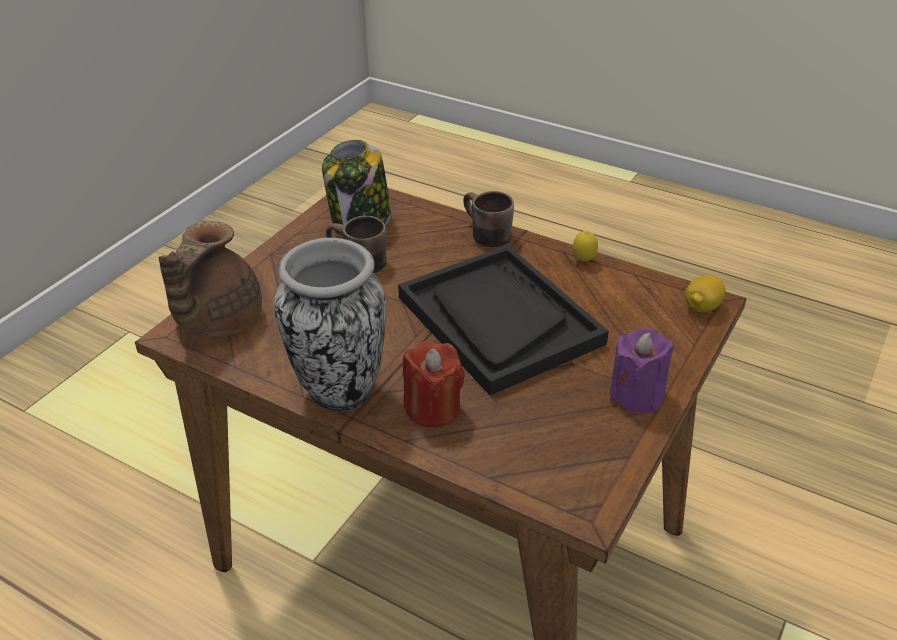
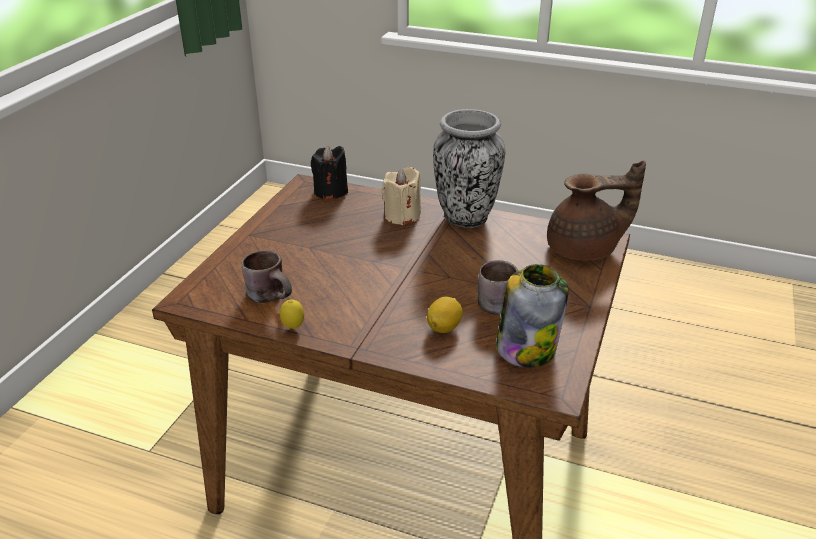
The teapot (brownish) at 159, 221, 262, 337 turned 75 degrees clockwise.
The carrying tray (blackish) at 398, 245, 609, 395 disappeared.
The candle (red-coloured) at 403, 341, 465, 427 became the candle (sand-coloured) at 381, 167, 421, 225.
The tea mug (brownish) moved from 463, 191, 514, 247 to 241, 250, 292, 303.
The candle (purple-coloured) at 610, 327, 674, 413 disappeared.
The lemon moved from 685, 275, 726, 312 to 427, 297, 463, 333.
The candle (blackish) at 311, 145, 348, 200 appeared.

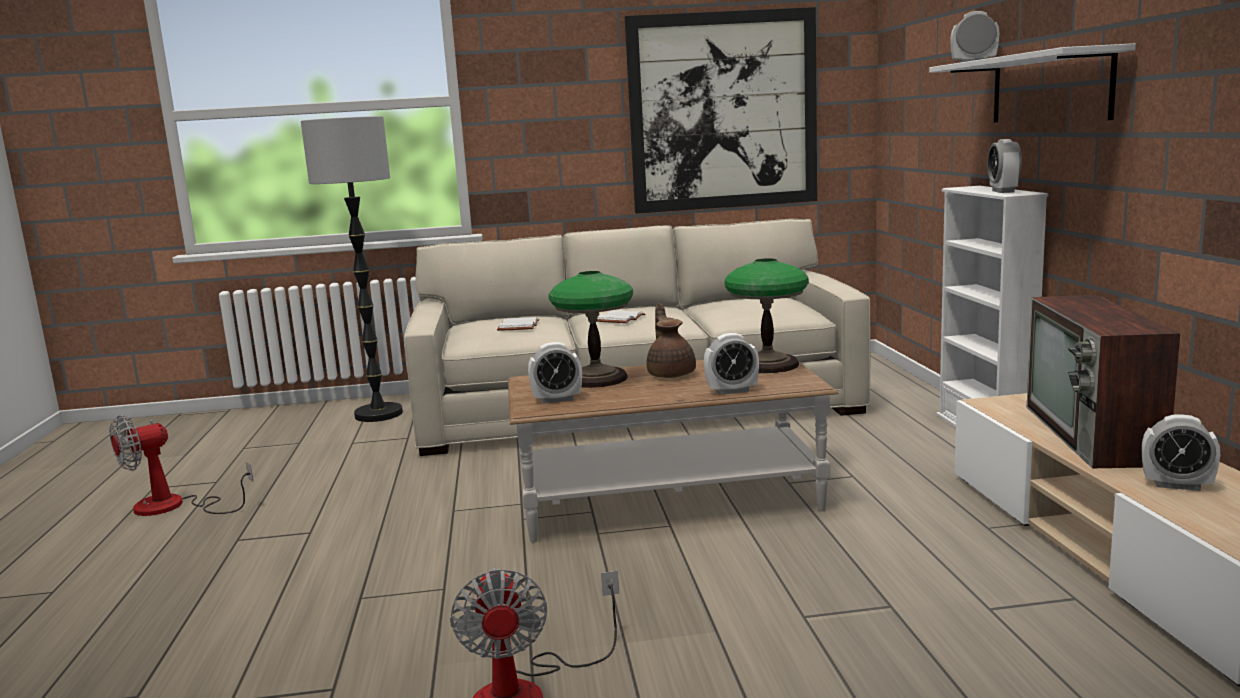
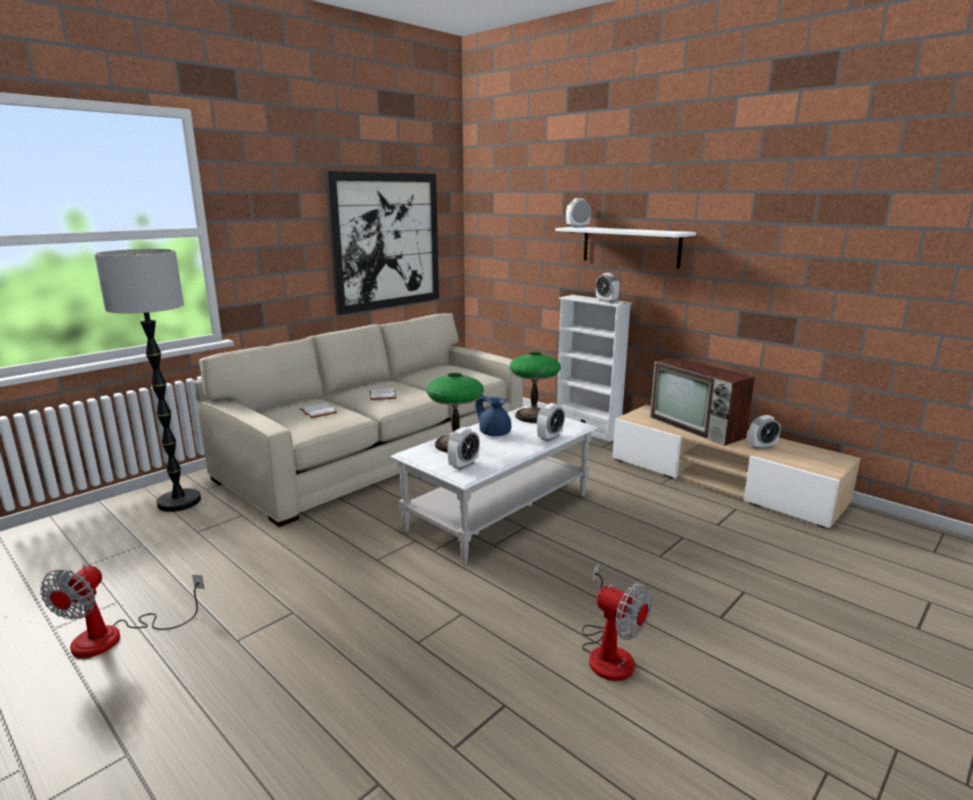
The lounge table (brownish) at 508, 353, 839, 543 became the lounge table (white) at 391, 406, 597, 564.
The teapot (brownish) at 647, 303, 696, 378 became the teapot (bluish) at 475, 394, 511, 436.

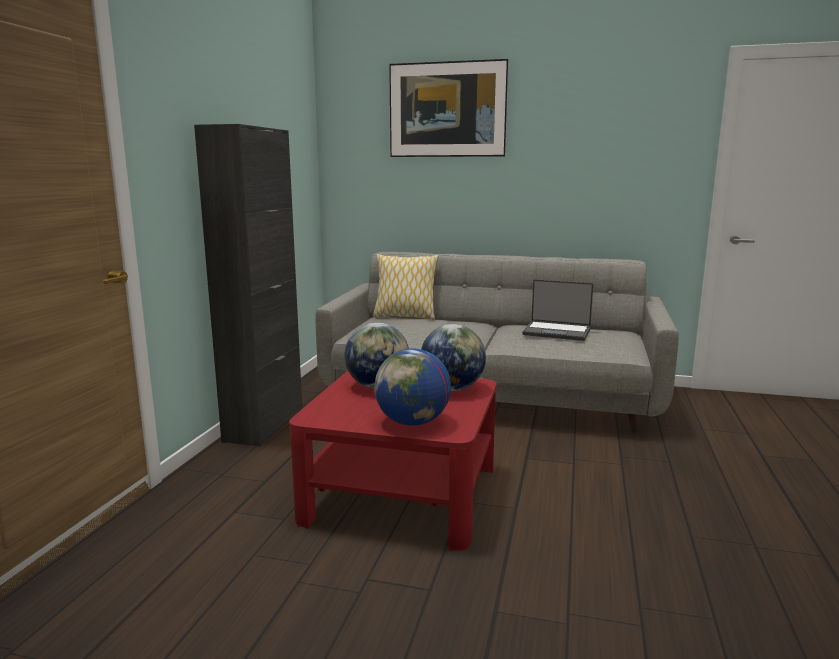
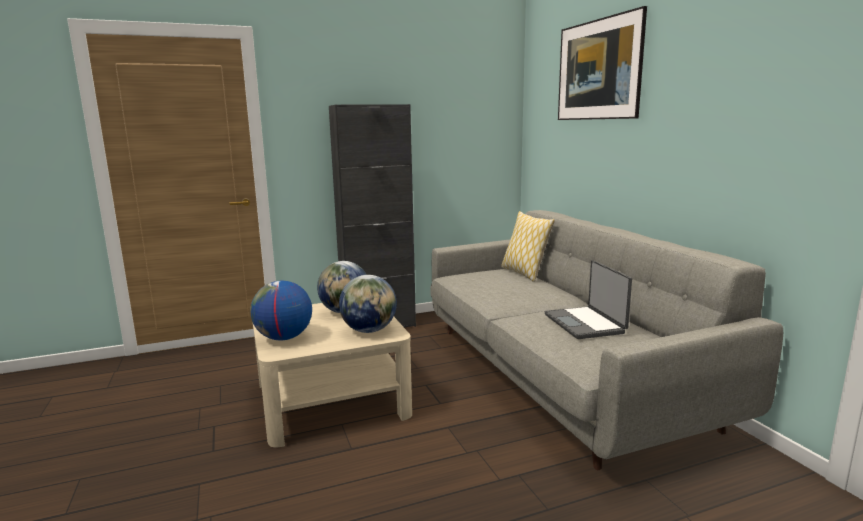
The lounge table (red-coloured) at 289, 371, 497, 550 became the lounge table (sand-coloured) at 252, 303, 412, 447.

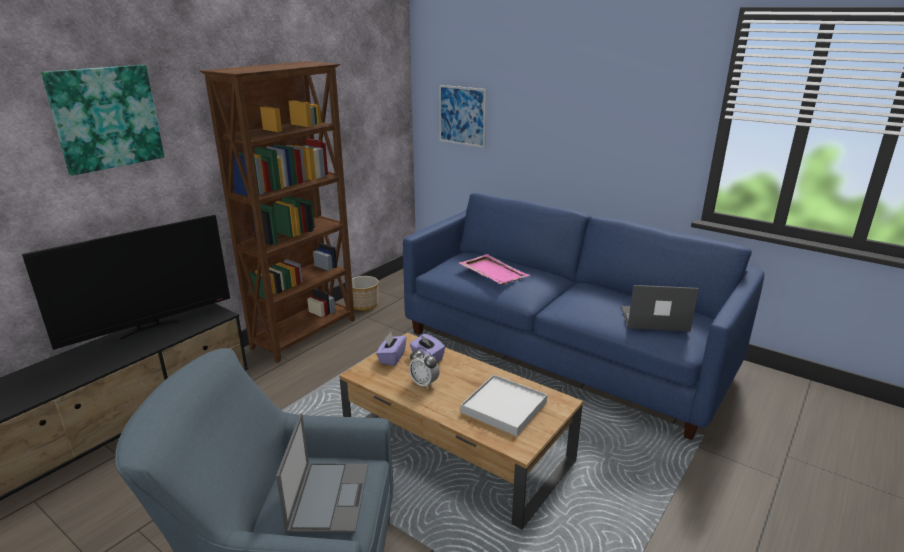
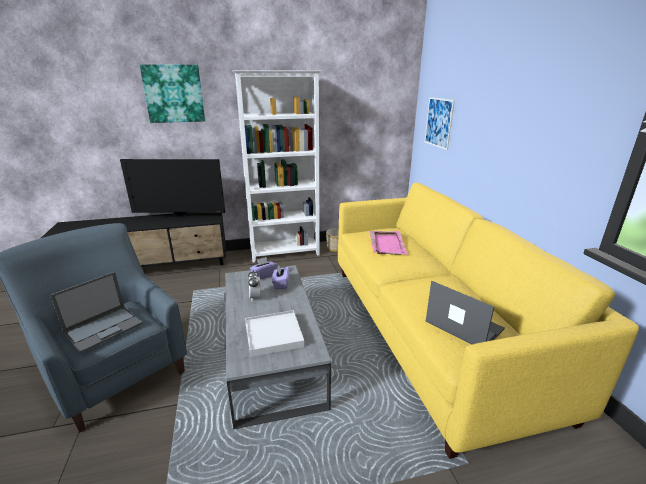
The shelving unit (brownish) at 200, 61, 355, 363 became the shelving unit (white) at 232, 71, 322, 263.
The lounge table (brownish) at 339, 333, 583, 529 became the lounge table (grey) at 225, 265, 331, 429.
The couch (bluish) at 403, 193, 765, 440 became the couch (yellow) at 338, 183, 639, 459.

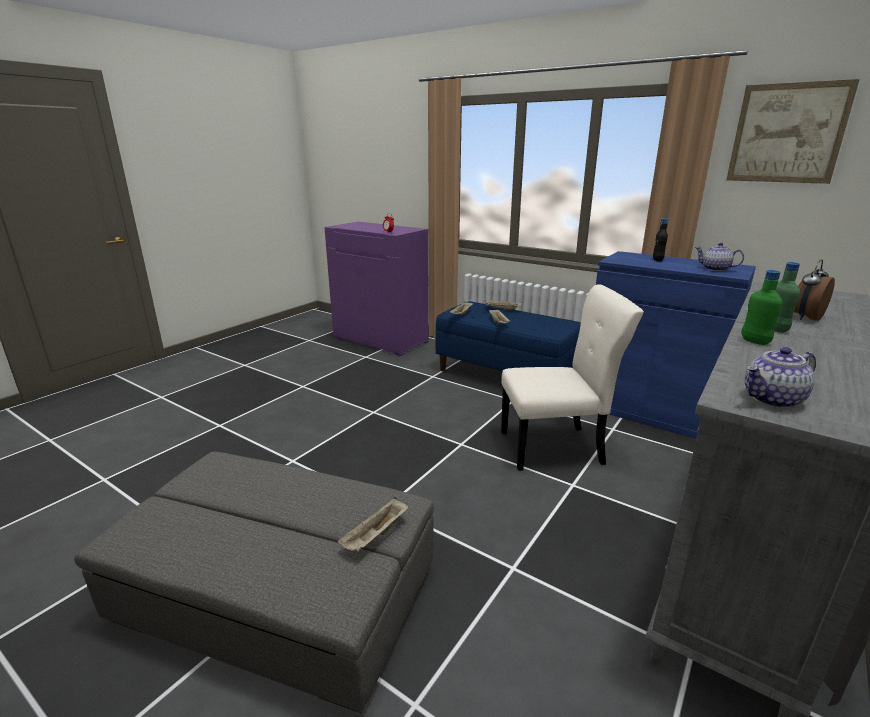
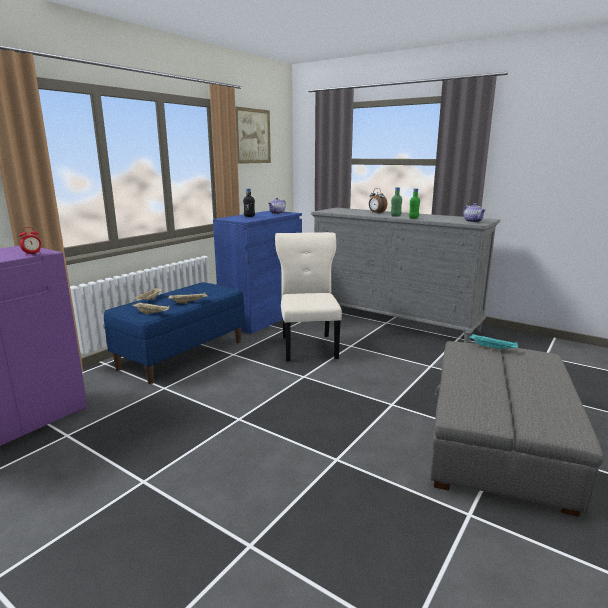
The carrying tray (sand-coloured) at 338, 497, 409, 552 became the carrying tray (blue-green) at 469, 334, 518, 349.

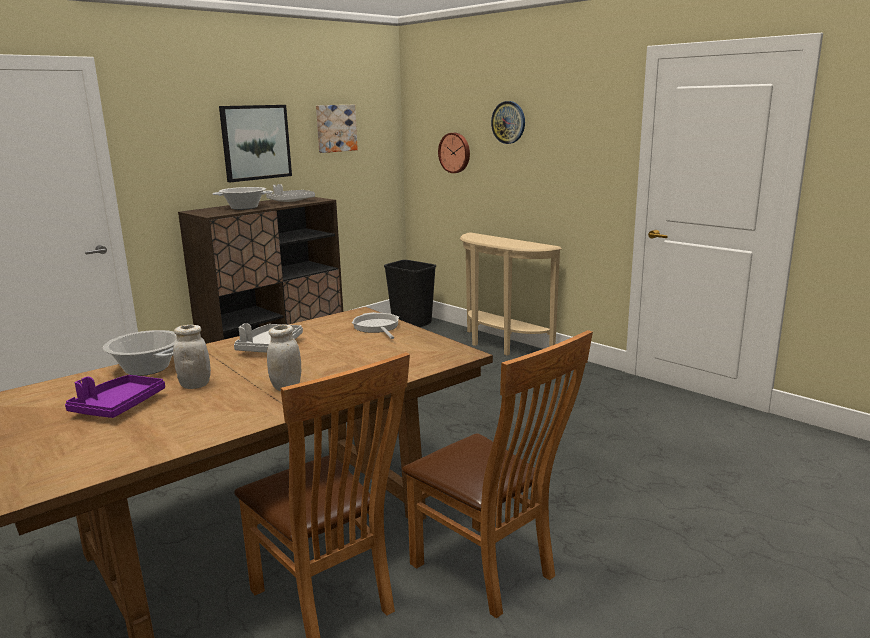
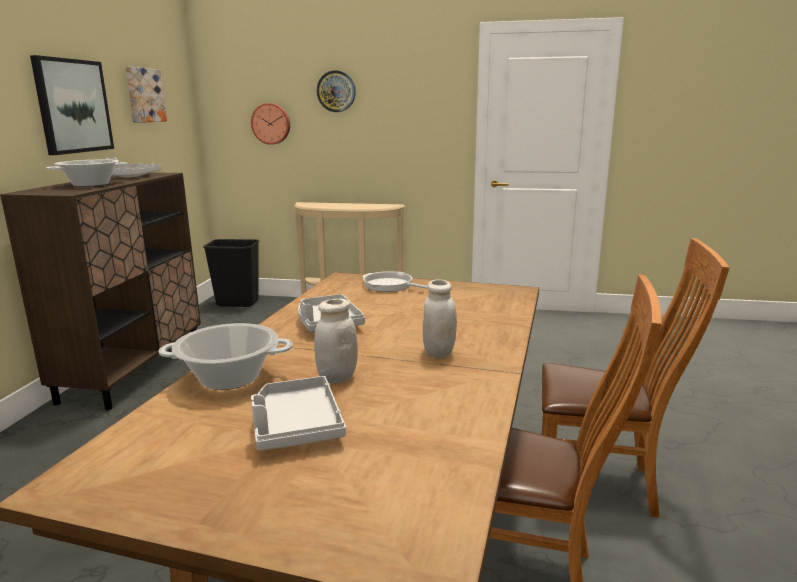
The carrying tray (purple-coloured) at 65, 375, 165, 418 became the carrying tray (grey) at 251, 376, 346, 451.

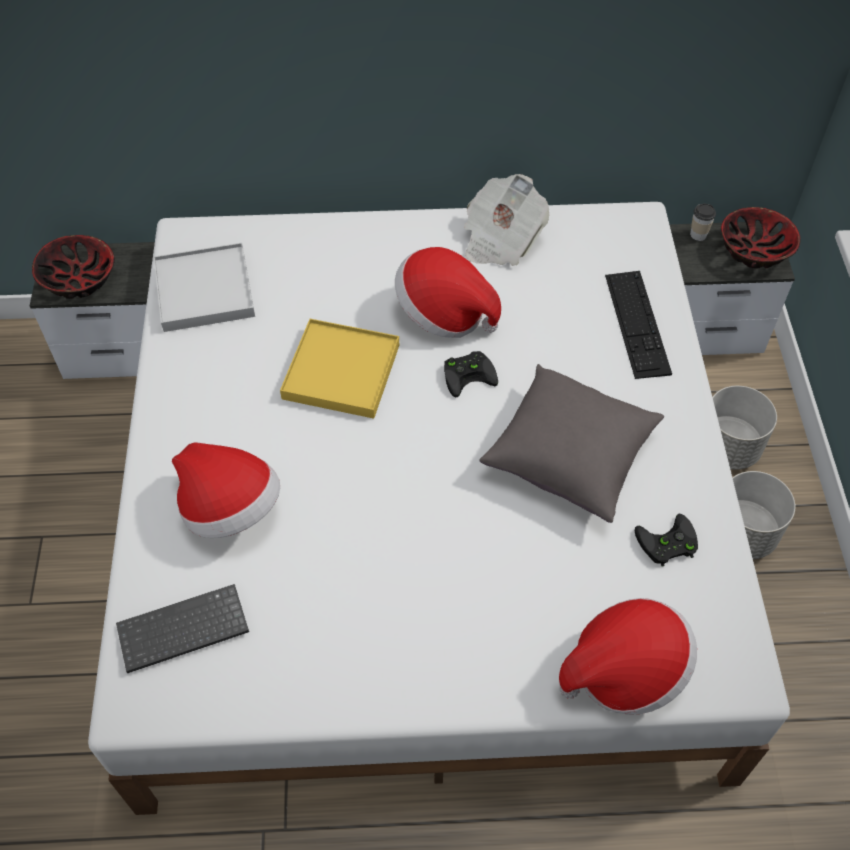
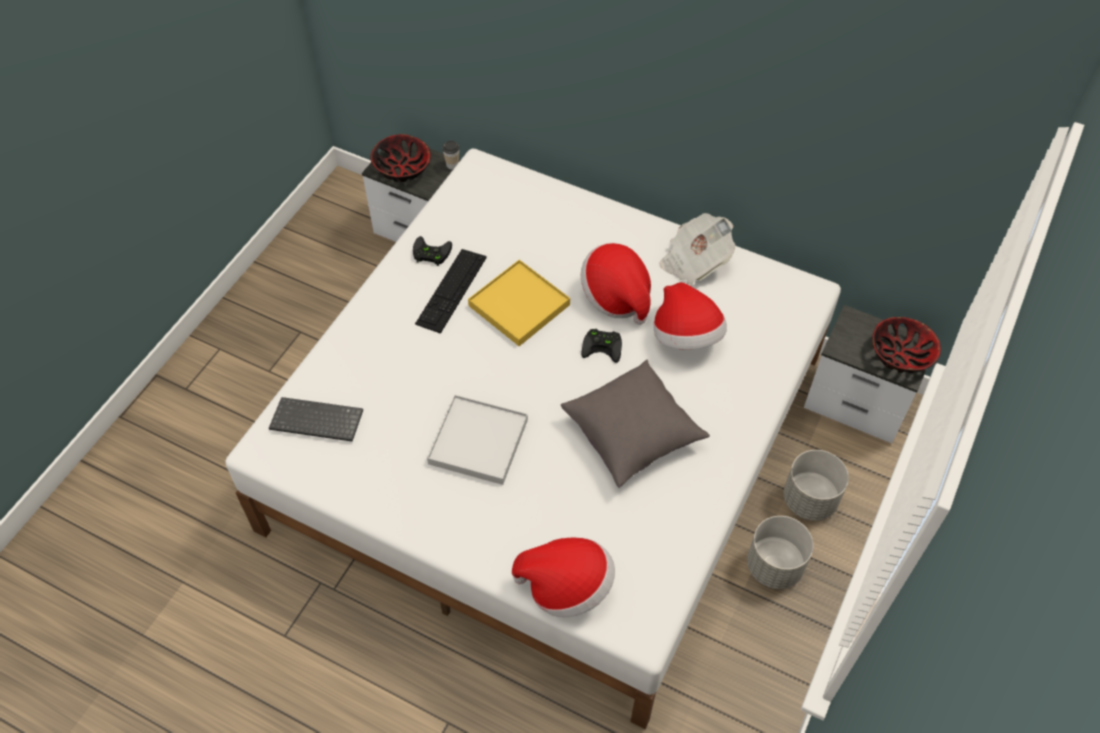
The carrying tray (white) moved from 154, 243, 255, 332 to 427, 395, 528, 485.
The hat moved from 172, 442, 280, 538 to 654, 282, 727, 350.
The PC keyboard moved from 605, 271, 672, 379 to 415, 249, 487, 334.
The gamepad (blackish) moved from 635, 514, 698, 566 to 413, 236, 452, 266.
The small cup moved from 690, 204, 716, 241 to 442, 141, 459, 169.

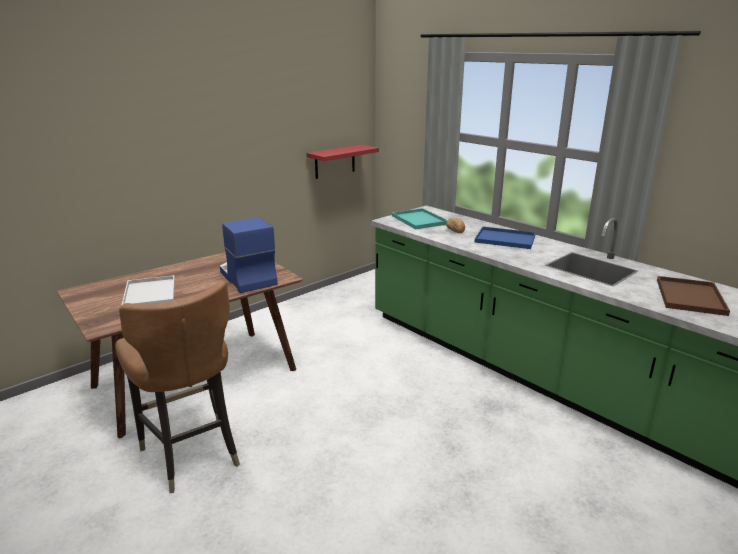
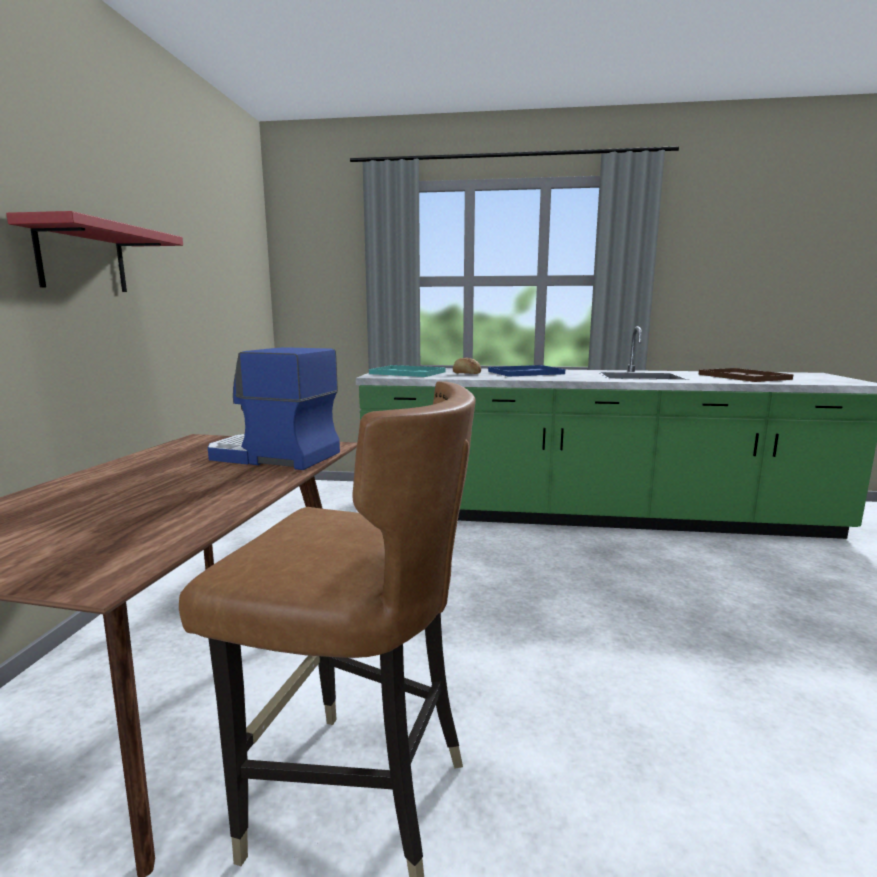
The carrying tray (white) at 121, 275, 175, 306 disappeared.
The shelf (red-coloured) moved from 307, 144, 379, 179 to 6, 211, 183, 292.

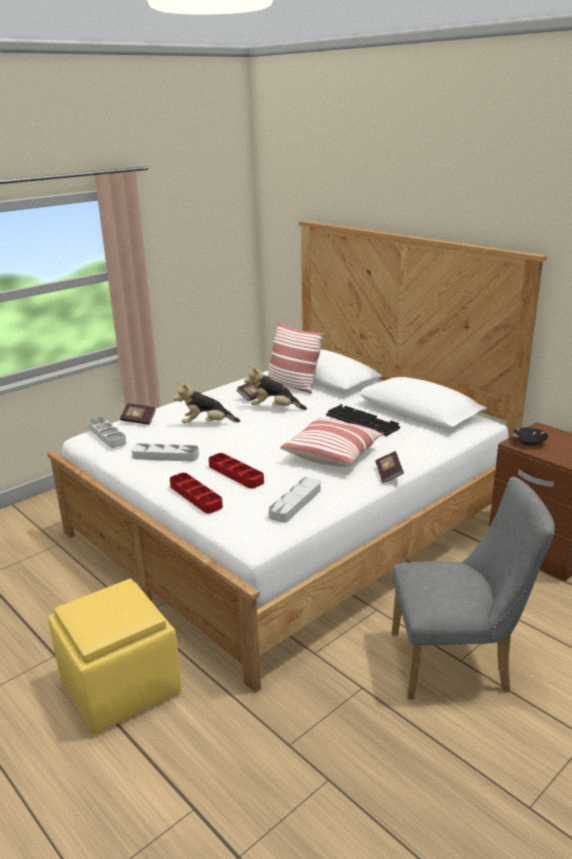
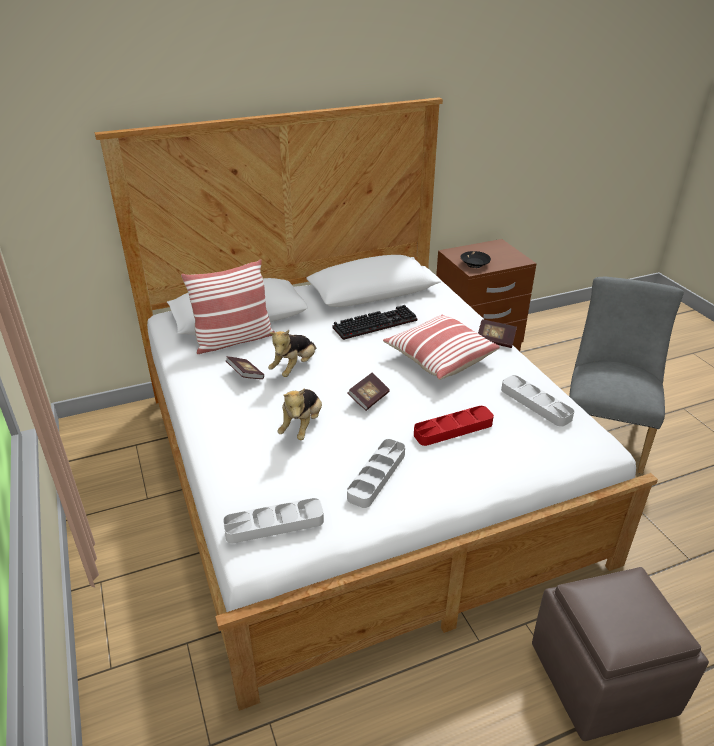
The pouffe (yellow) at 48, 579, 182, 735 became the pouffe (brownish) at 532, 567, 709, 741.
The bound book moved from 120, 403, 156, 425 to 348, 373, 390, 411.
The carrying tray (red-coloured) at 170, 473, 223, 514 disappeared.

